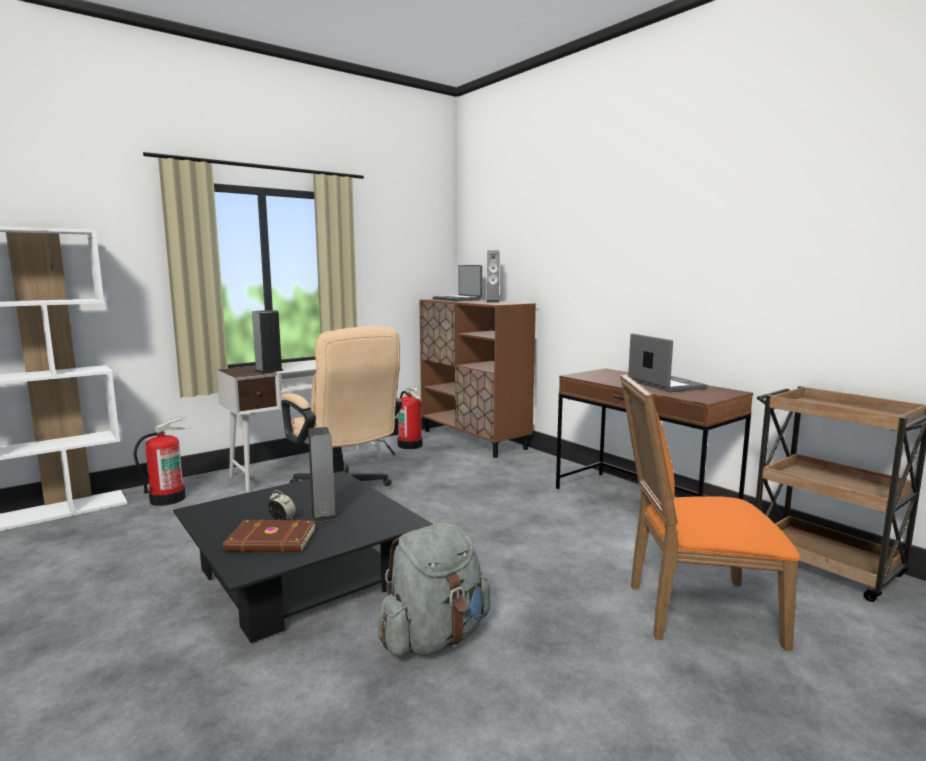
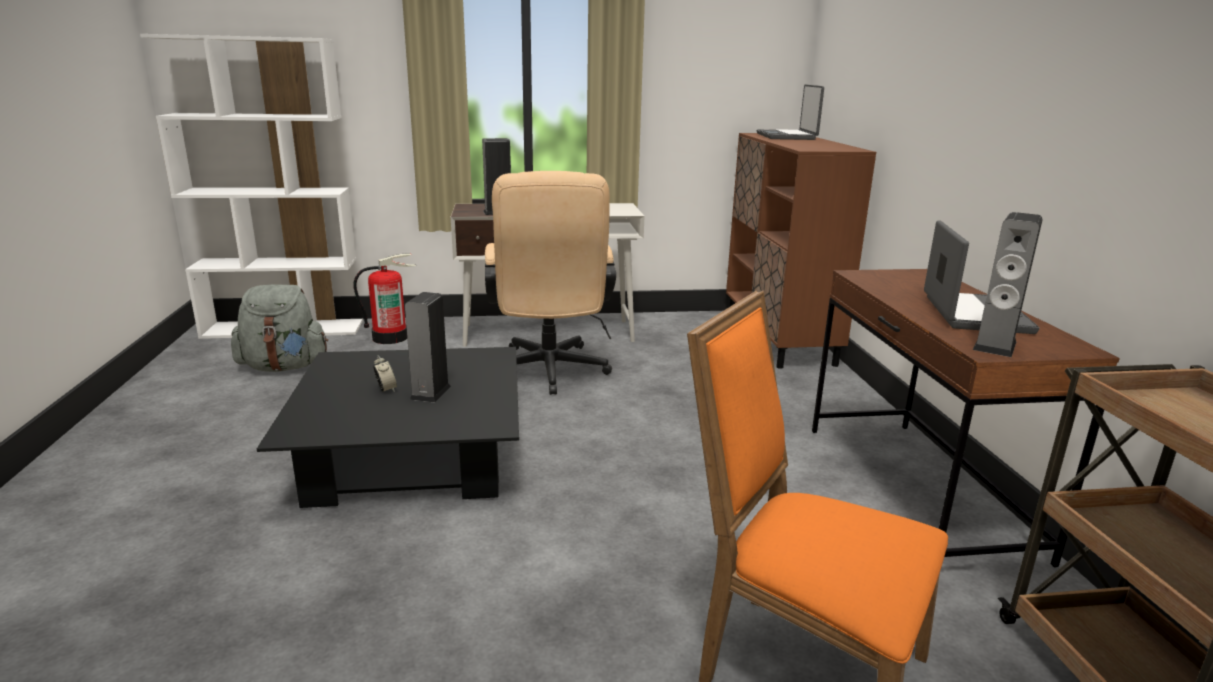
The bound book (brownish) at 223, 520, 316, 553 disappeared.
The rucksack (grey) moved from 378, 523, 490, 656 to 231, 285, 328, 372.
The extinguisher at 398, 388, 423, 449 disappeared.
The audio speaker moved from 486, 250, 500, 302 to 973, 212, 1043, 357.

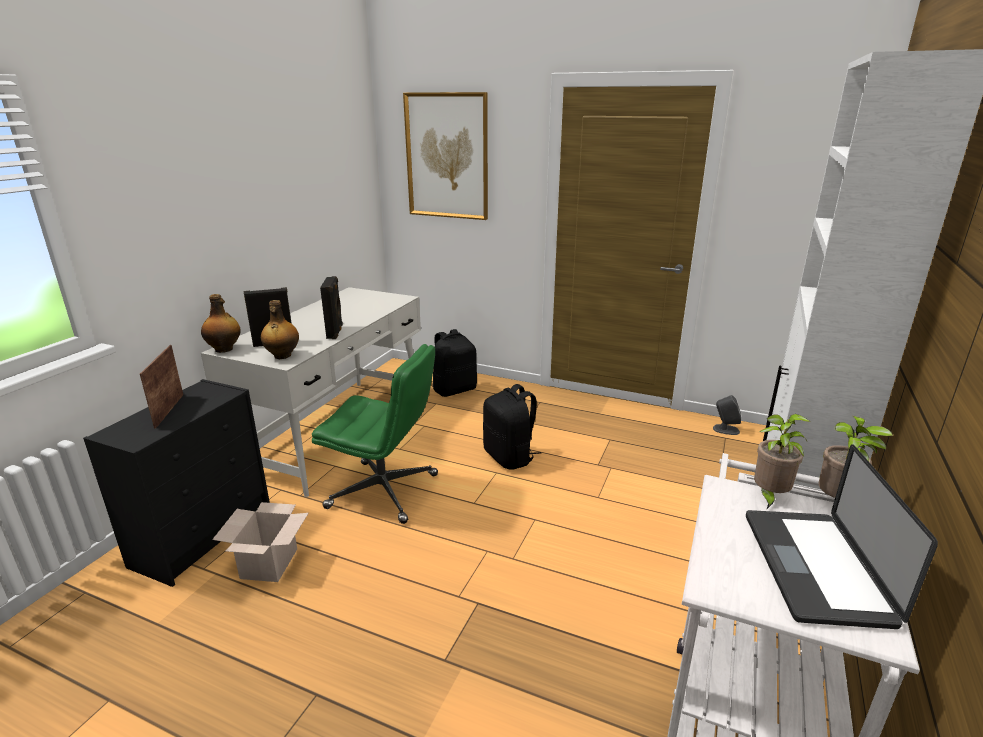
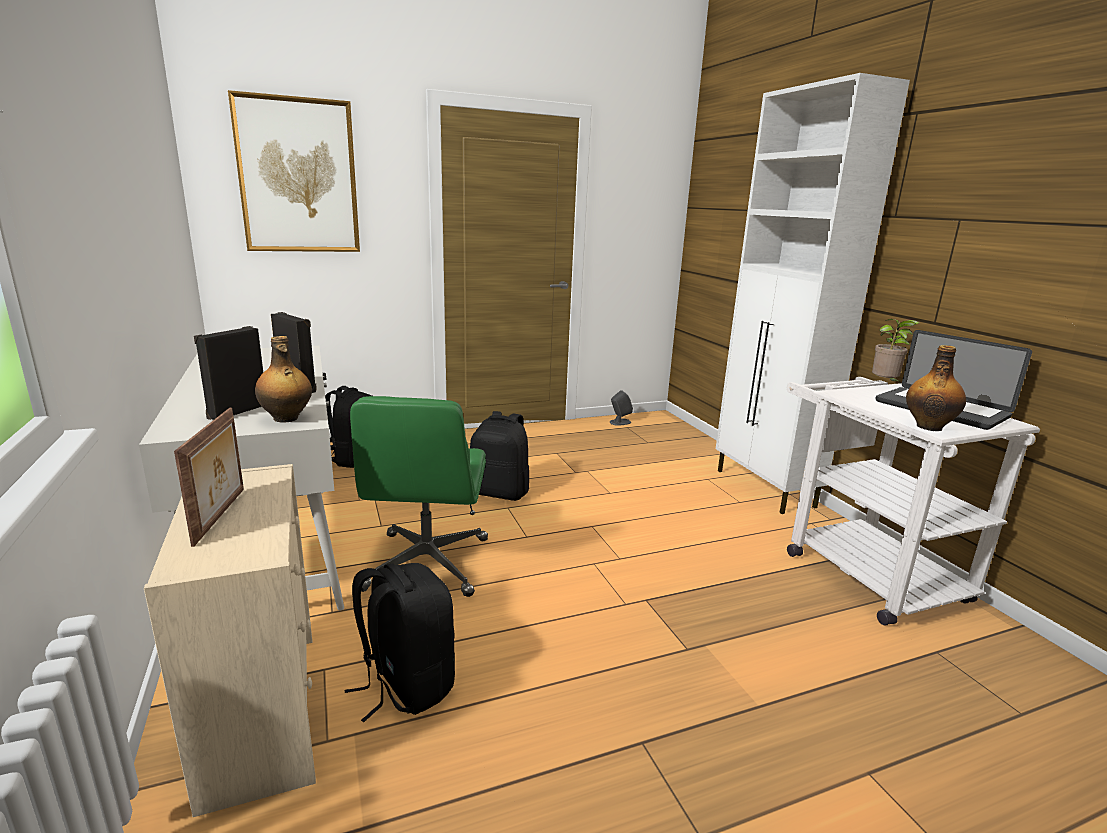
The chest of drawers (blackish) at 83, 379, 270, 587 became the chest of drawers (sand-coloured) at 144, 464, 316, 817.
The standing frame at 140, 345, 183, 429 turned 135 degrees counterclockwise.
The drink bottle moved from 201, 294, 241, 353 to 906, 345, 966, 431.
The carton at 212, 502, 308, 582 was replaced by the rucksack (blackish) at 345, 563, 455, 722.
The desk chair (greenish) at 312, 344, 438, 524 turned 120 degrees clockwise.
The potted plant at 754, 414, 810, 509 disappeared.

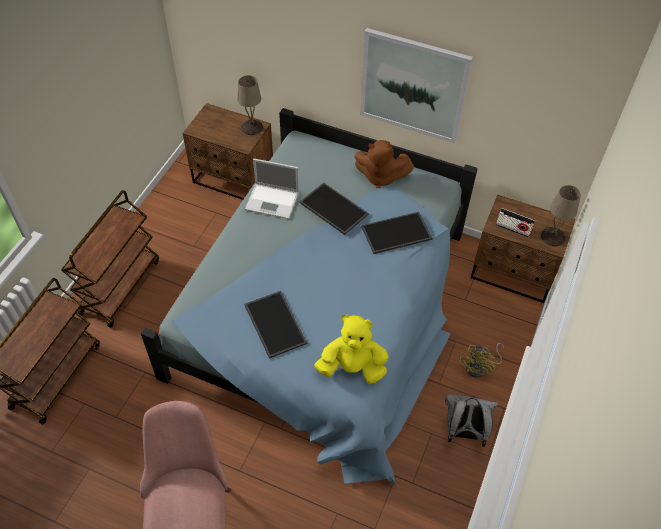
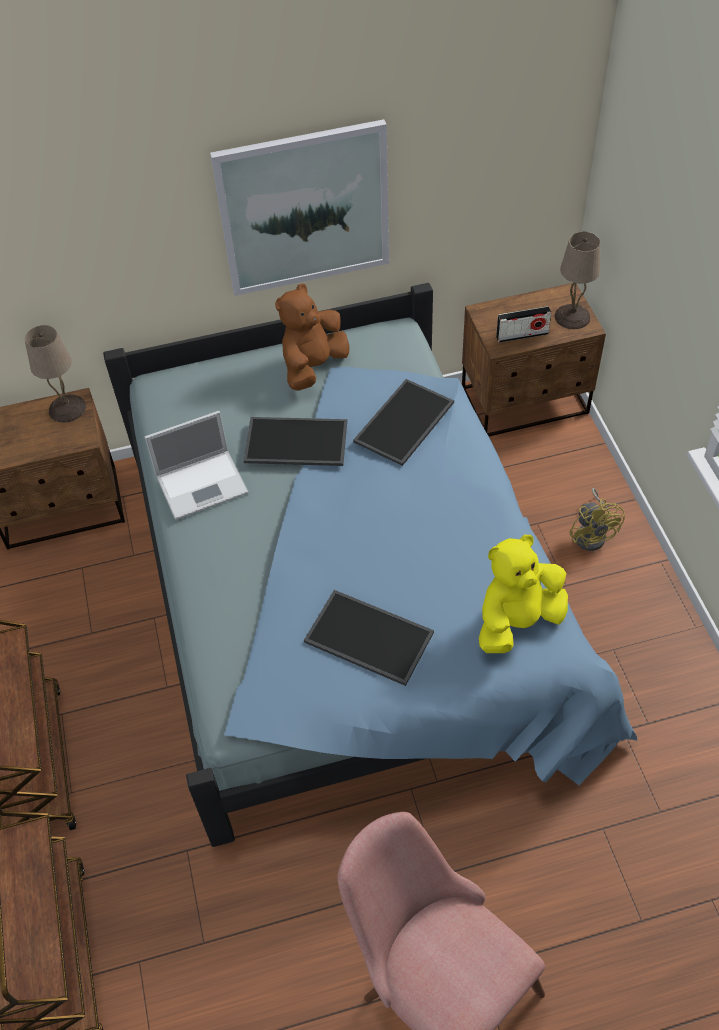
The plush toy (brownish) at 354, 140, 414, 188 turned 150 degrees clockwise.
The rucksack (grey) at 445, 394, 498, 447 disappeared.

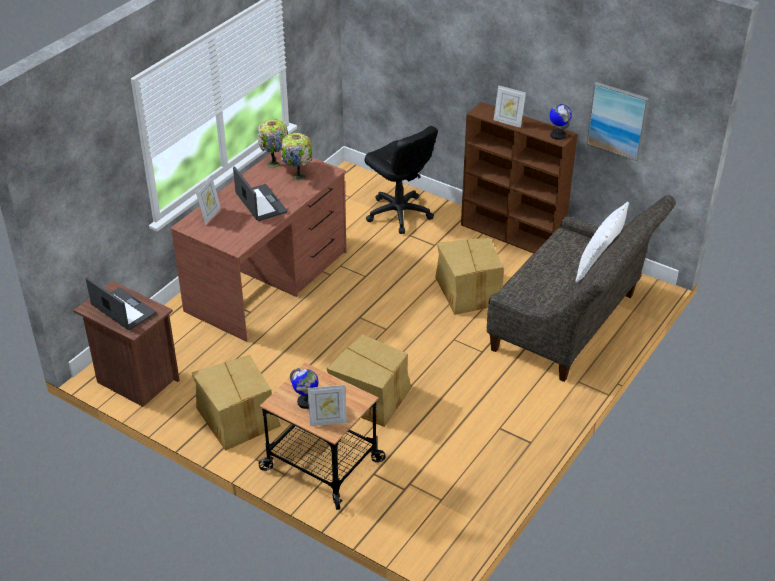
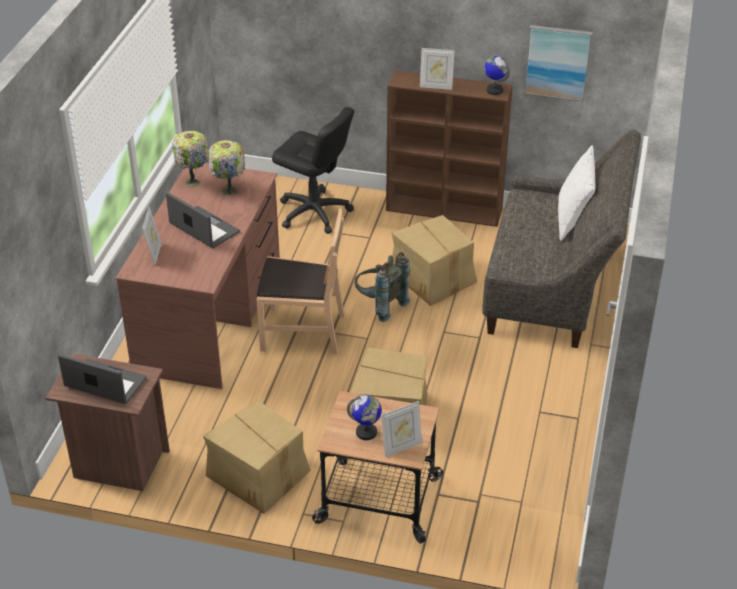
The chair (brownish) at 257, 208, 344, 354 appeared.
The rucksack (grey) at 355, 252, 410, 322 appeared.

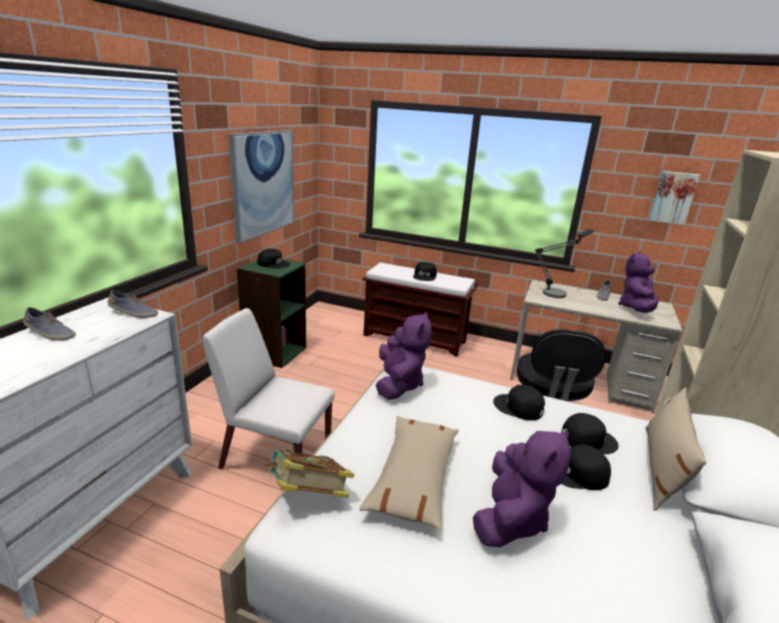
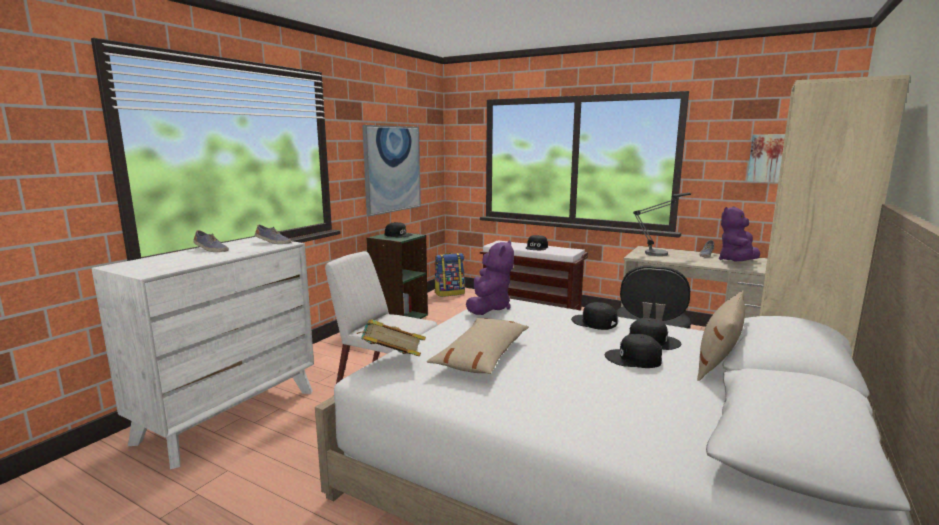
The plush toy (purple-coloured) at 473, 428, 571, 547 disappeared.
The rucksack at 435, 253, 465, 297 appeared.

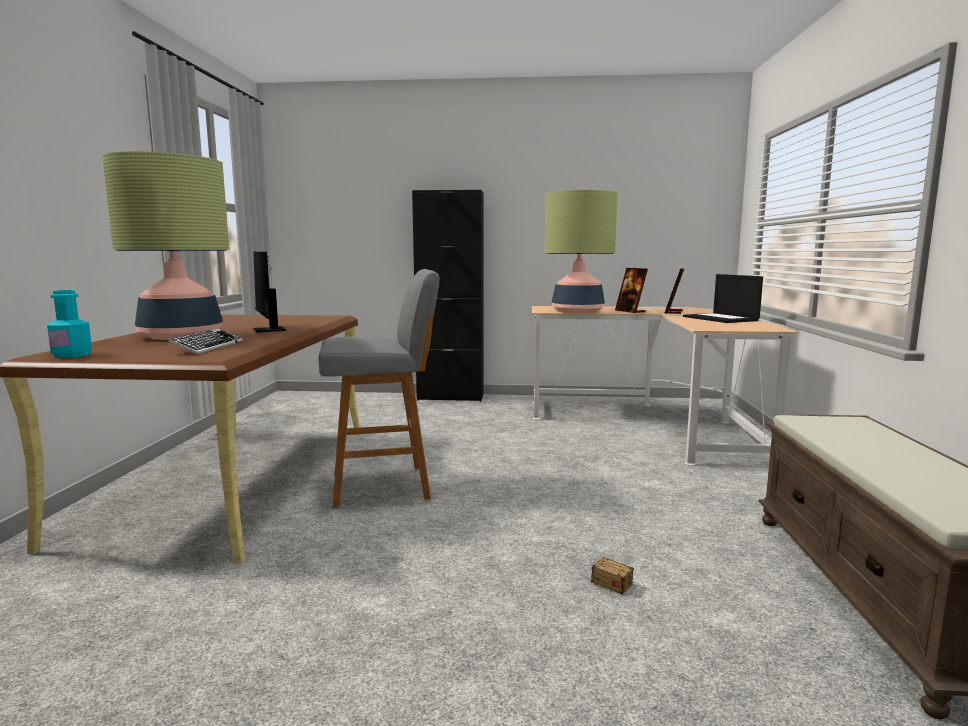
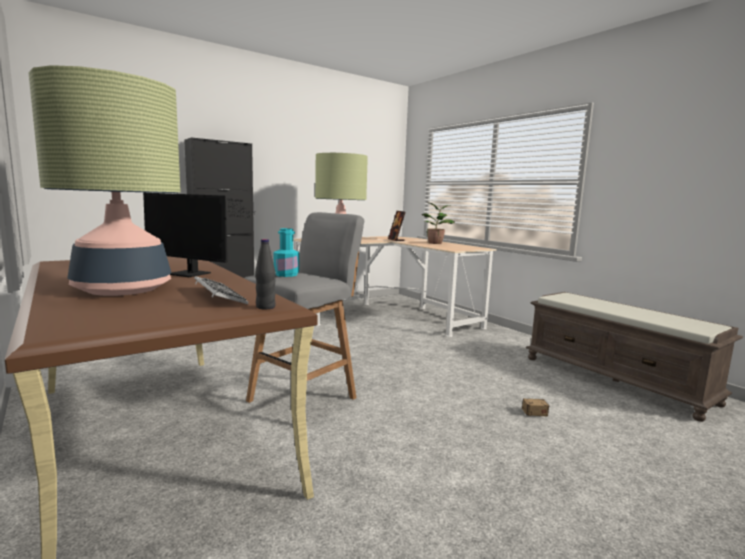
The drink bottle (blue-green) moved from 47, 290, 92, 358 to 274, 228, 299, 277.
The standing frame at 615, 268, 648, 313 disappeared.
The notebook computer at 683, 274, 763, 323 was replaced by the potted plant at 422, 202, 455, 244.
The drink bottle (blackish) at 255, 239, 276, 309 appeared.

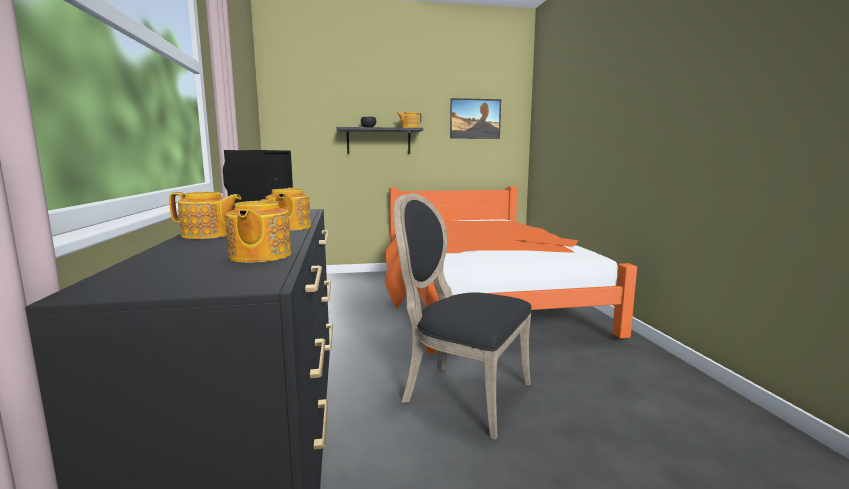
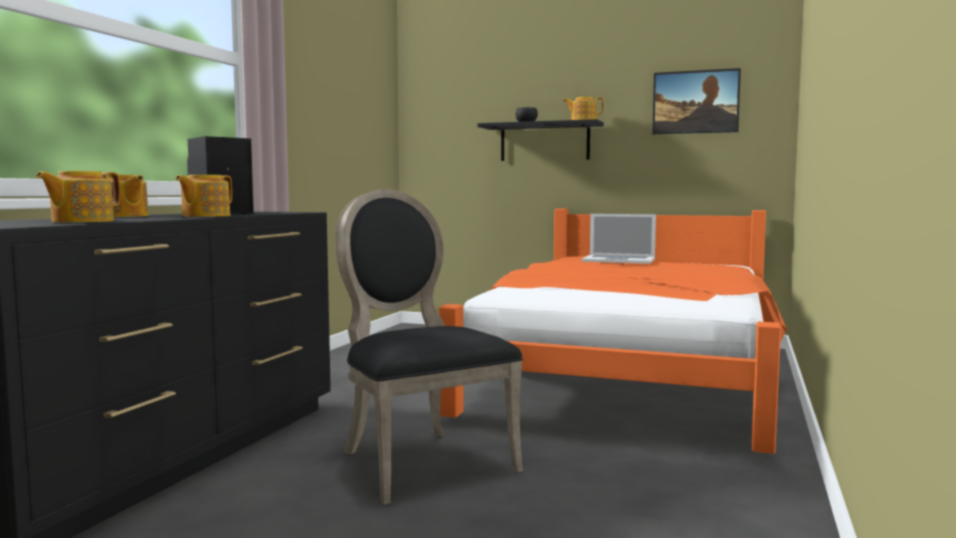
The notebook computer at 581, 214, 656, 264 appeared.

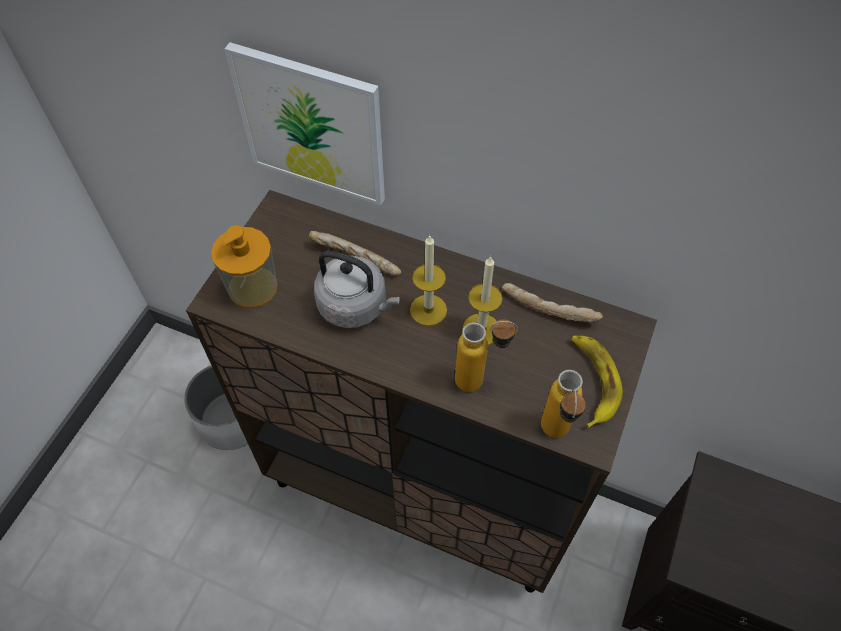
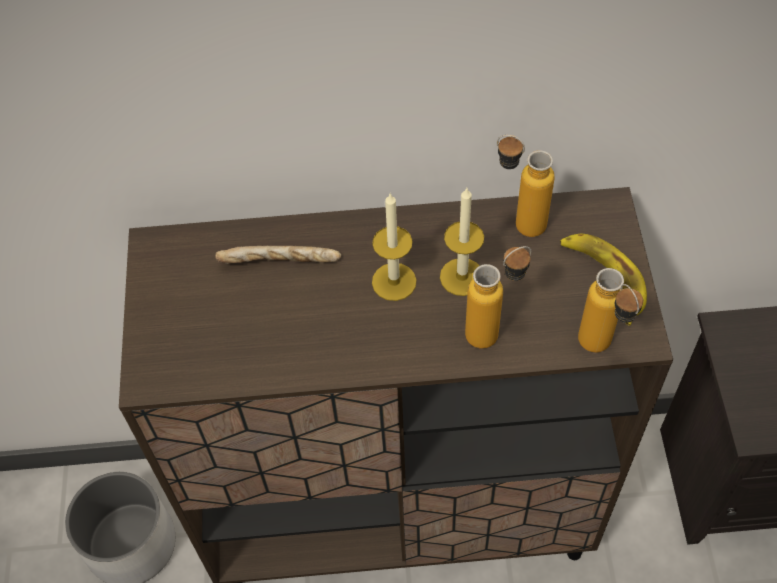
The soap bottle at 211, 225, 278, 308 disappeared.
The picture at 224, 42, 385, 205 disappeared.
The tea kettle (grey) at 314, 250, 400, 328 disappeared.
The baked bread at 502, 283, 603, 322 was replaced by the drink bottle at 497, 135, 555, 237.

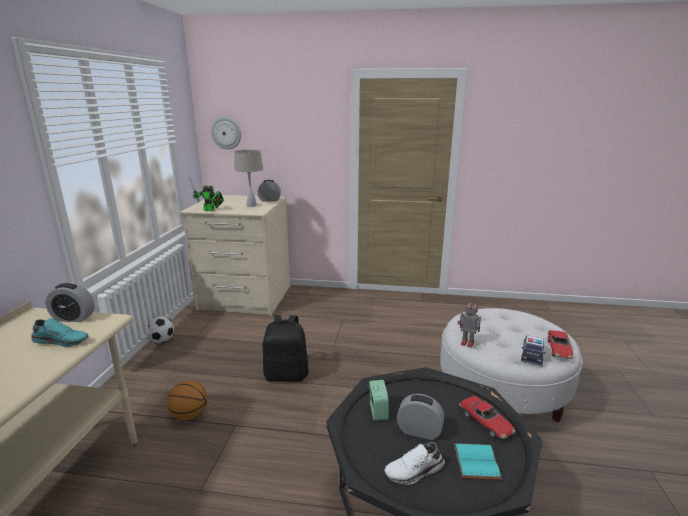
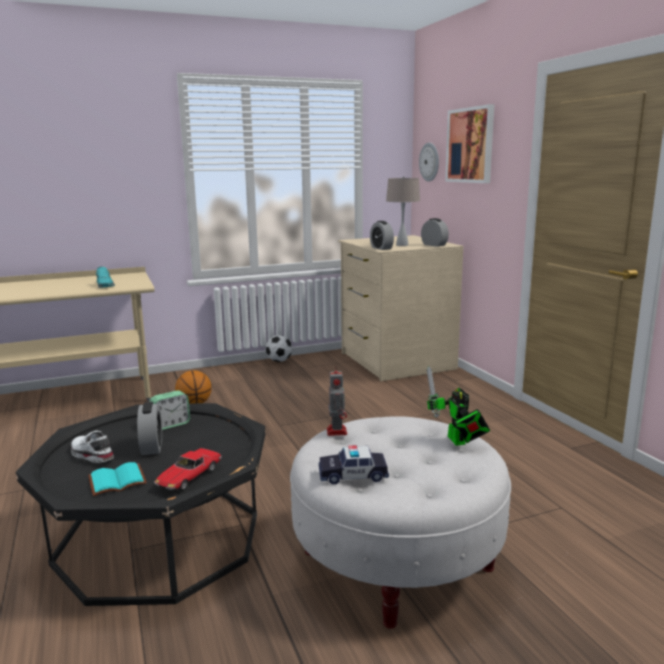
The alarm clock moved from 45, 283, 95, 322 to 370, 221, 394, 250.
The model robot moved from 189, 177, 224, 211 to 427, 366, 490, 446.
The rucksack (blackish) at 263, 315, 309, 382 disappeared.
The toy car at 548, 330, 573, 359 disappeared.
The picture at 445, 104, 494, 183 appeared.

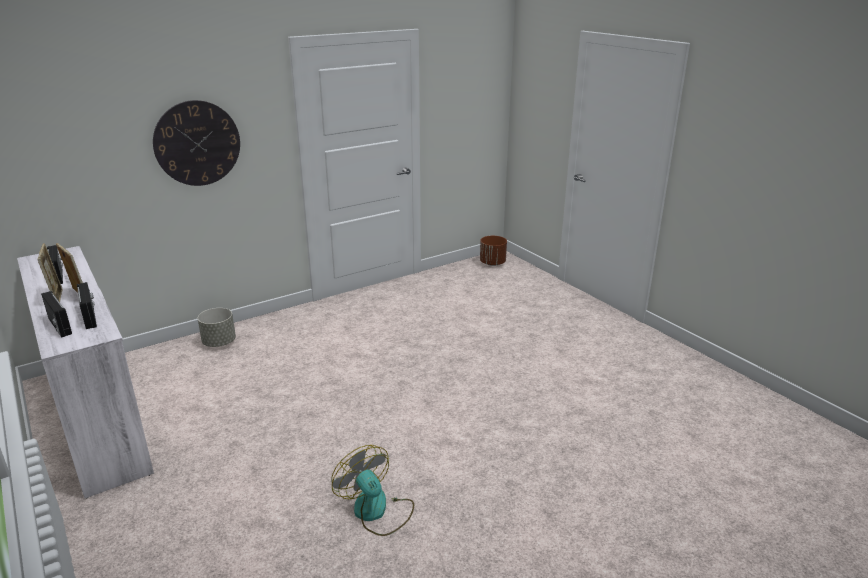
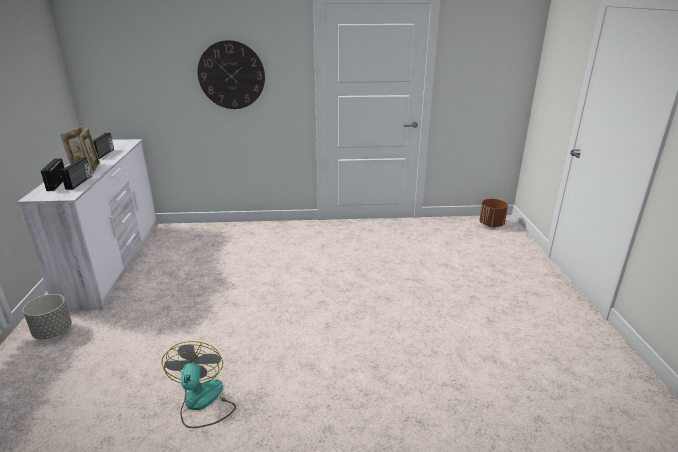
The plant pot (grey) moved from 197, 308, 236, 347 to 23, 294, 72, 339.

